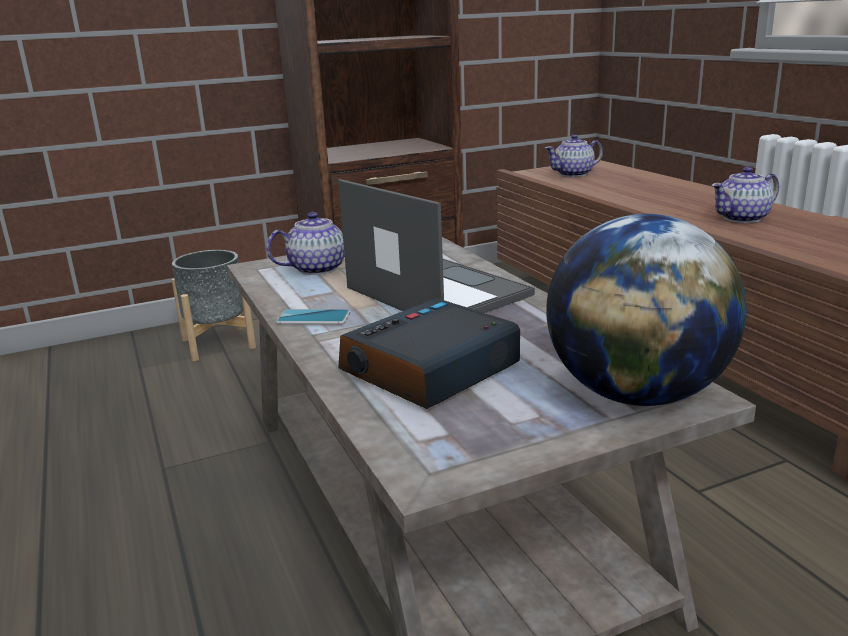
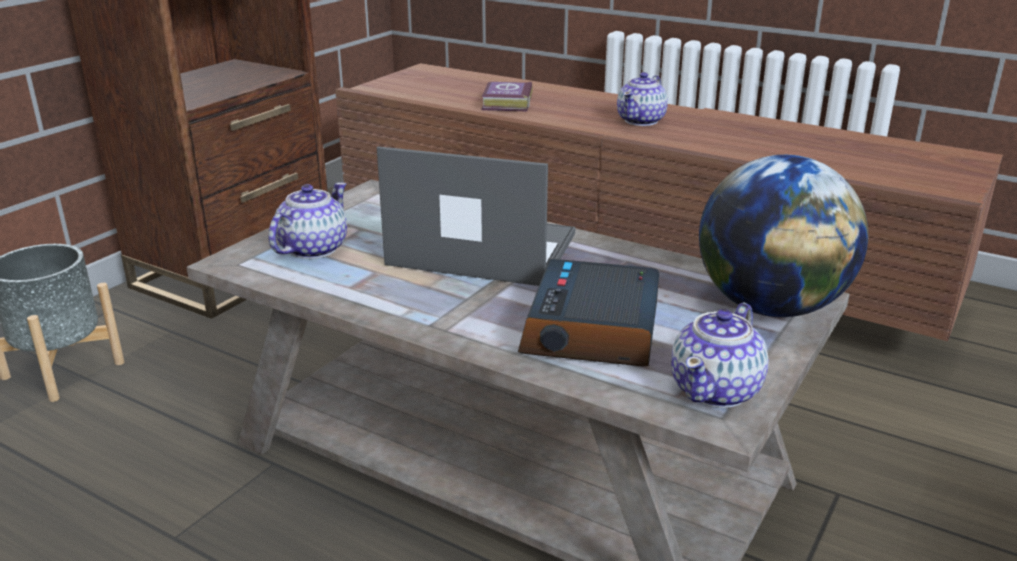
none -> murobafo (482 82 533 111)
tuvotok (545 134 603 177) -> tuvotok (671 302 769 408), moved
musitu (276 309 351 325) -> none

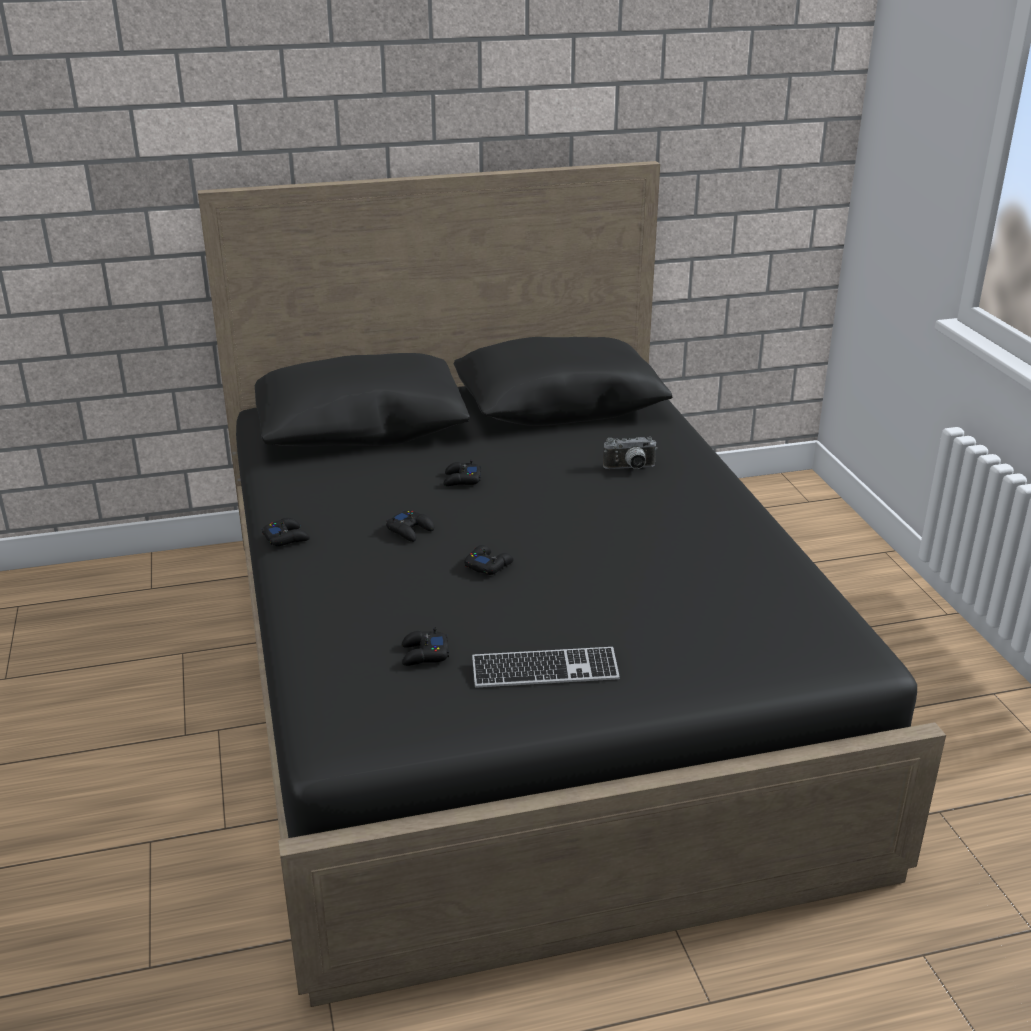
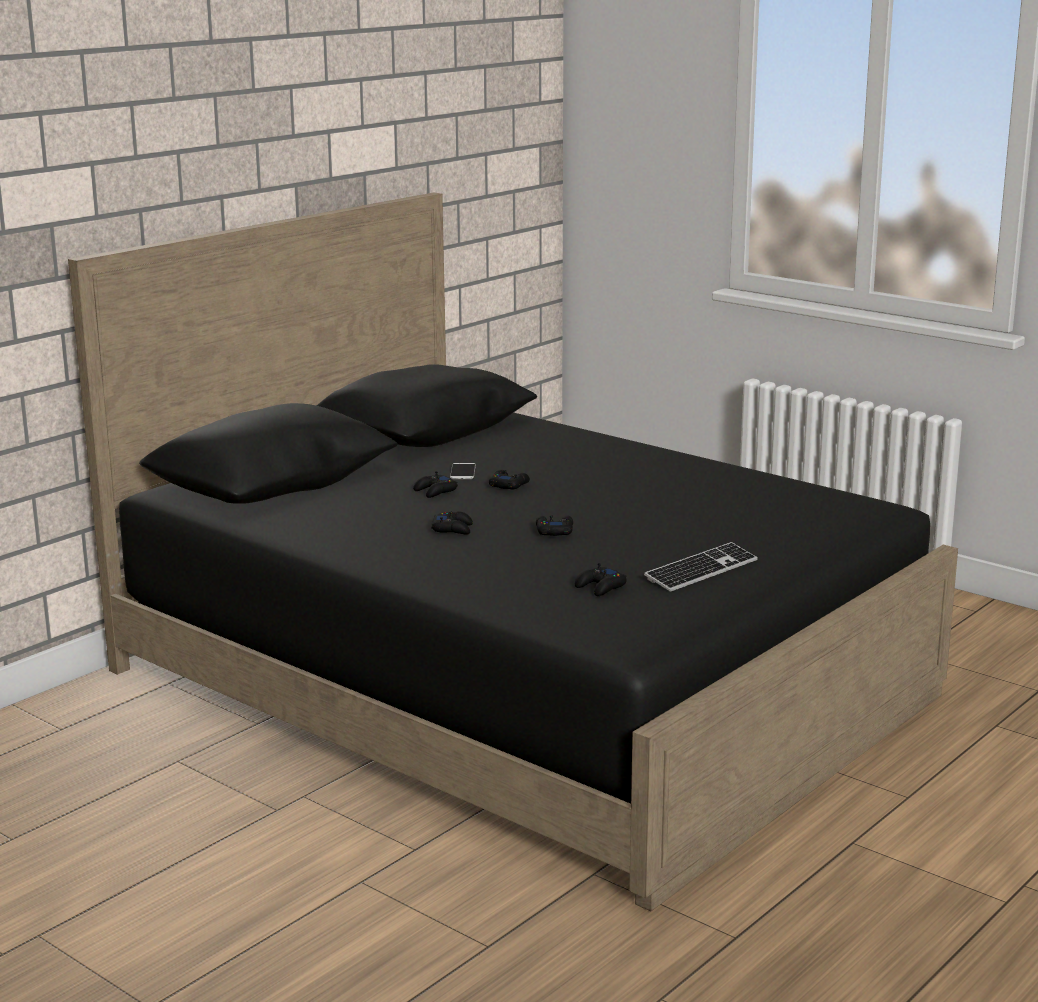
none -> musitu (450 463 476 479)
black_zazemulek (262 518 310 546) -> black_zazemulek (489 470 530 489), moved
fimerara (603 437 658 469) -> none

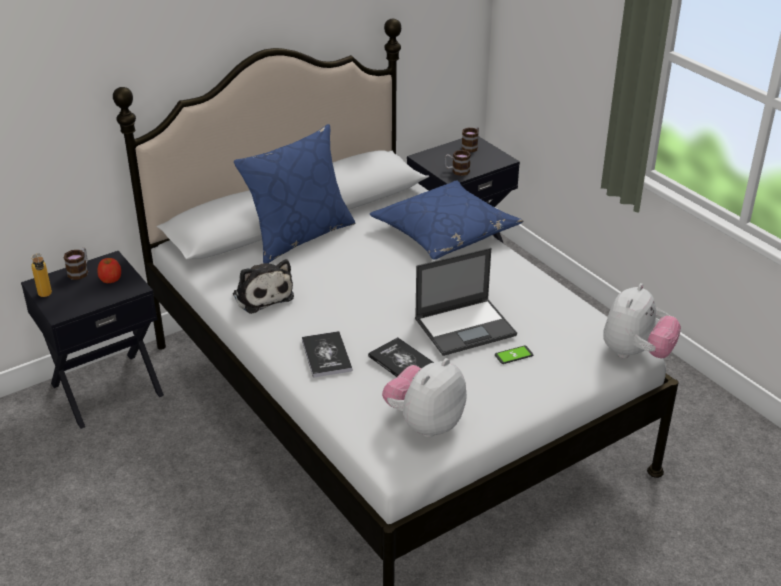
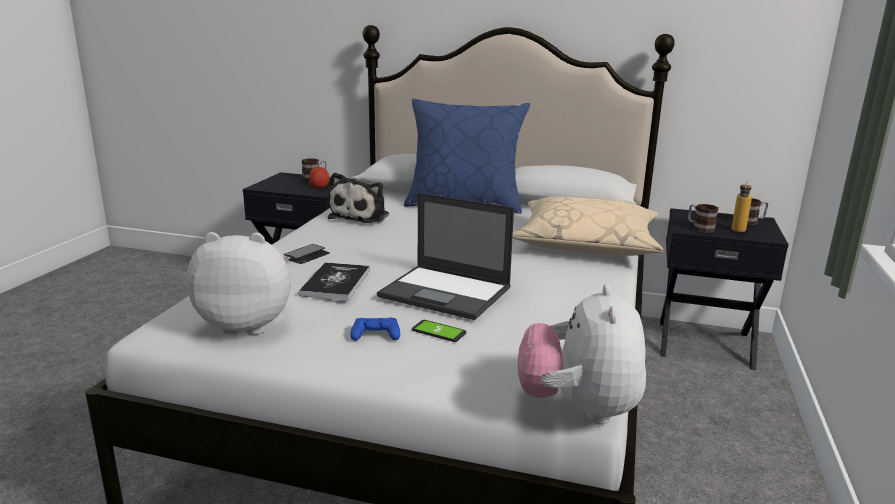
murobafo (302 331 353 378) -> musitu (284 244 330 264)
none -> blue_zazemulek (350 318 400 341)
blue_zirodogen (370 180 524 260) -> beige_zirodogen (513 196 664 256)
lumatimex (603 283 681 358) -> lumatimex (518 284 646 424), 105 degrees clockwise
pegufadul (31 253 52 297) -> pegufadul (731 180 752 232), moved

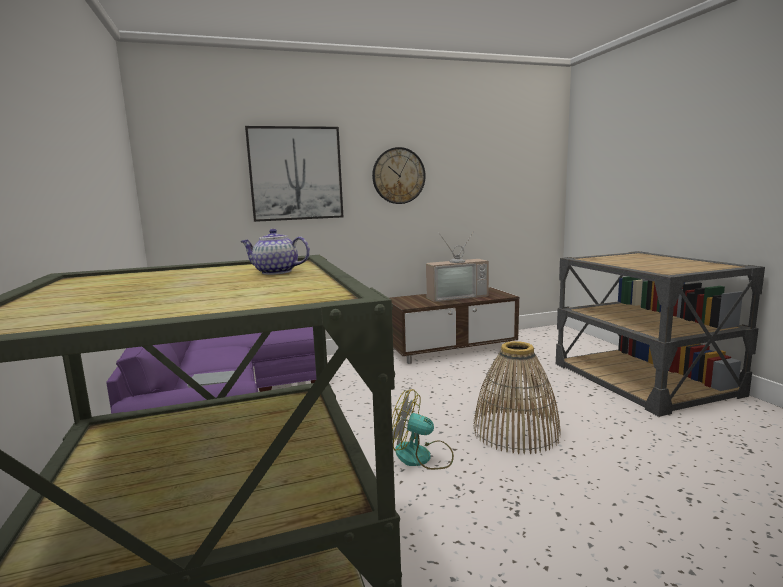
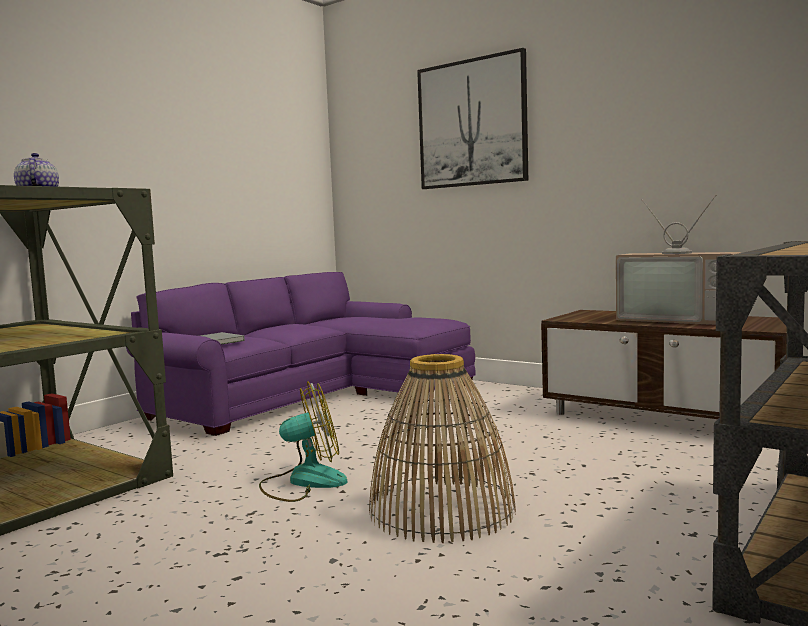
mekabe (392 389 454 470) -> mekabe (259 381 347 502), 90 degrees clockwise
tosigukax (372 147 425 204) -> none

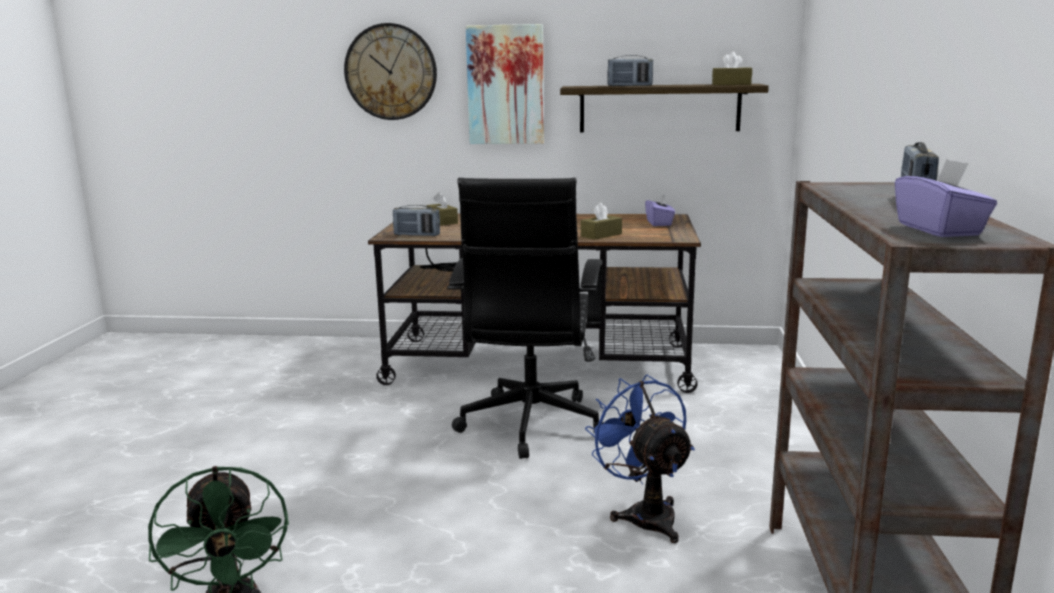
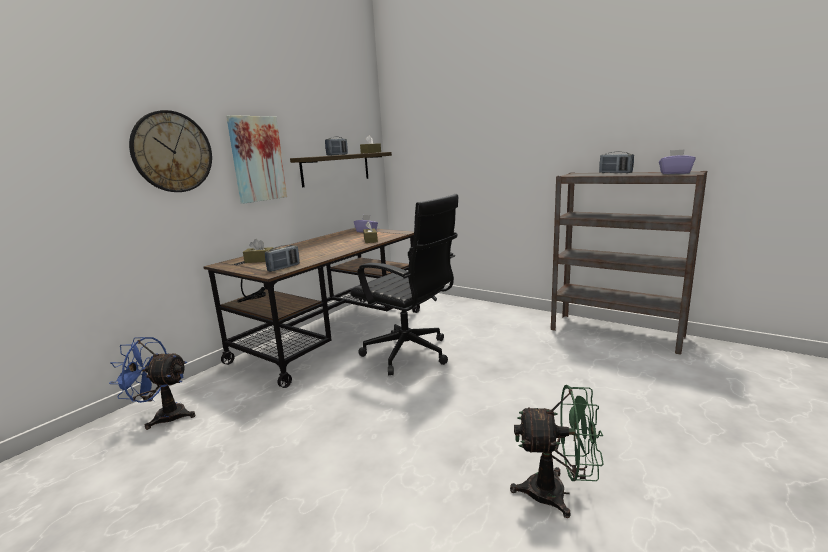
blue_mekabe (585 375 695 543) -> blue_mekabe (109 337 195 430), moved

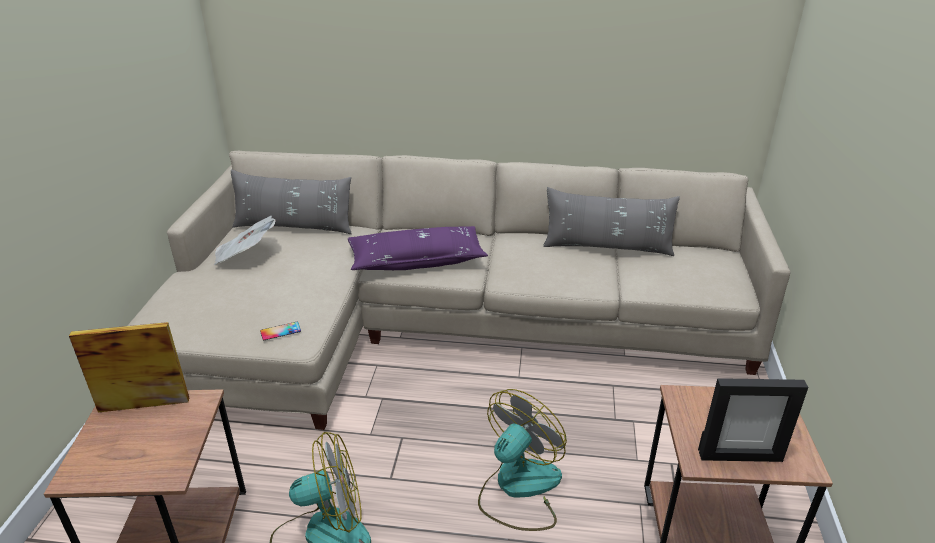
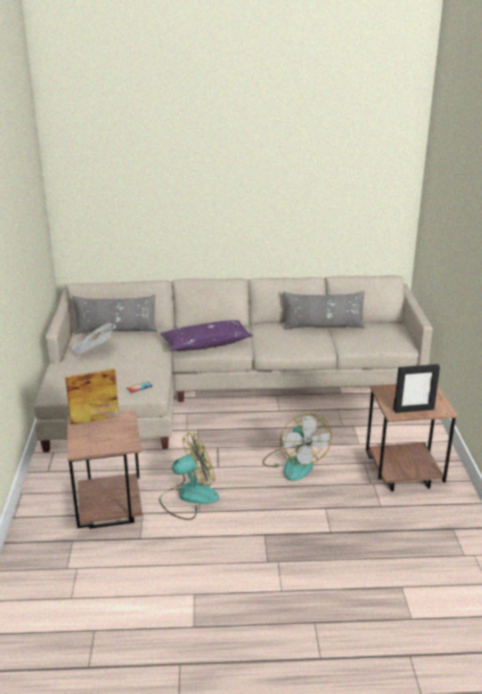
mekabe (478 389 567 531) -> mekabe (263 413 332 481), 135 degrees clockwise

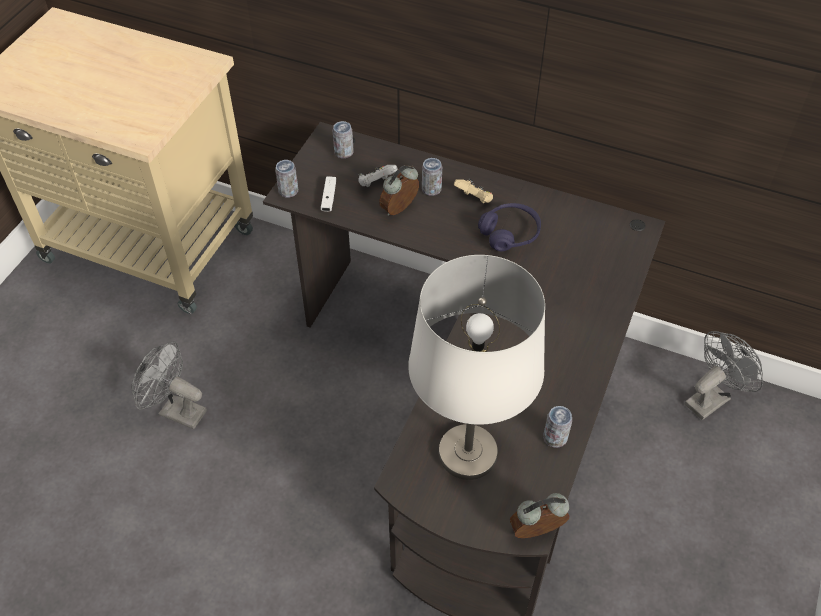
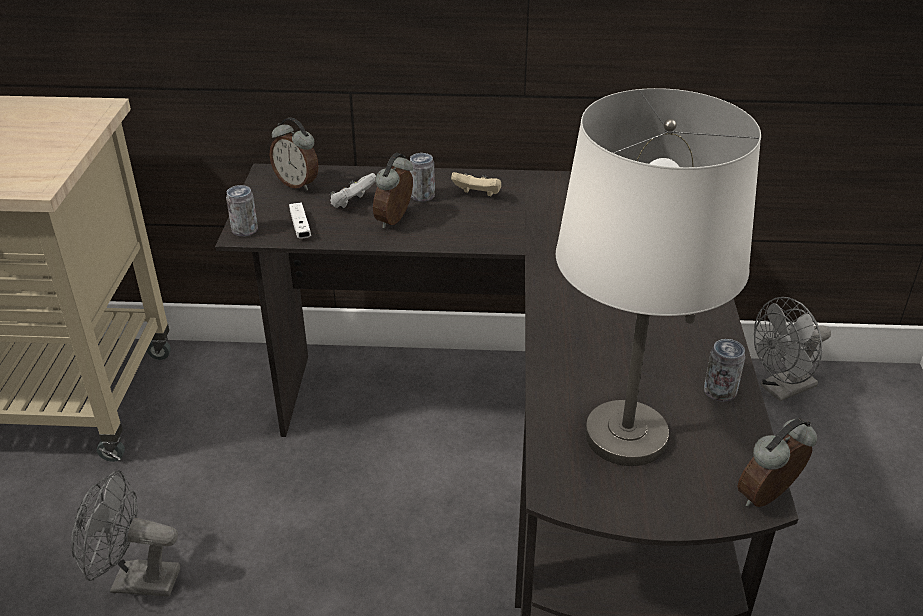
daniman (333 121 354 158) -> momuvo (269 118 319 191)
grey_mekabe (684 331 763 420) -> grey_mekabe (754 297 831 401), 150 degrees counterclockwise
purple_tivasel (478 203 541 251) -> none

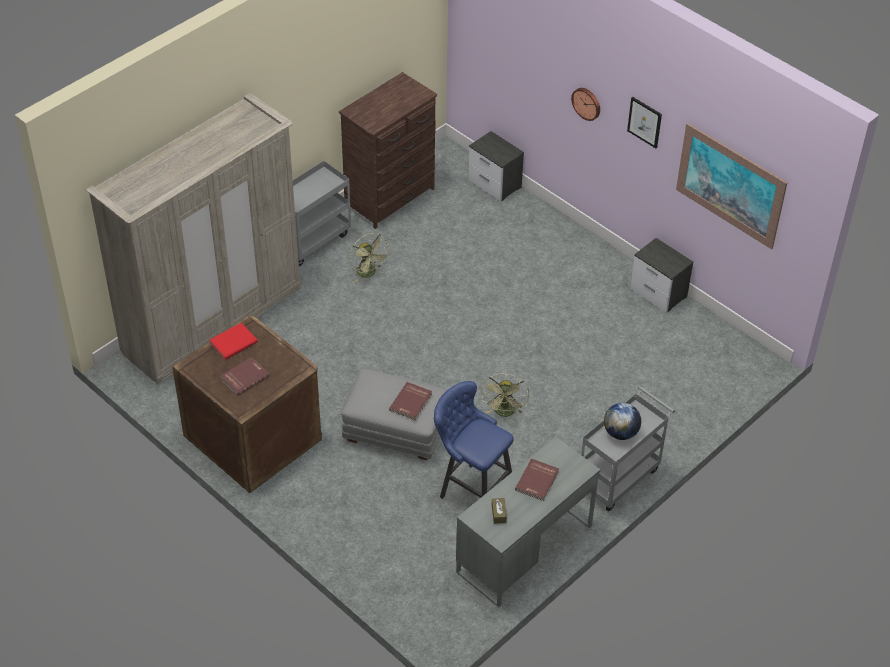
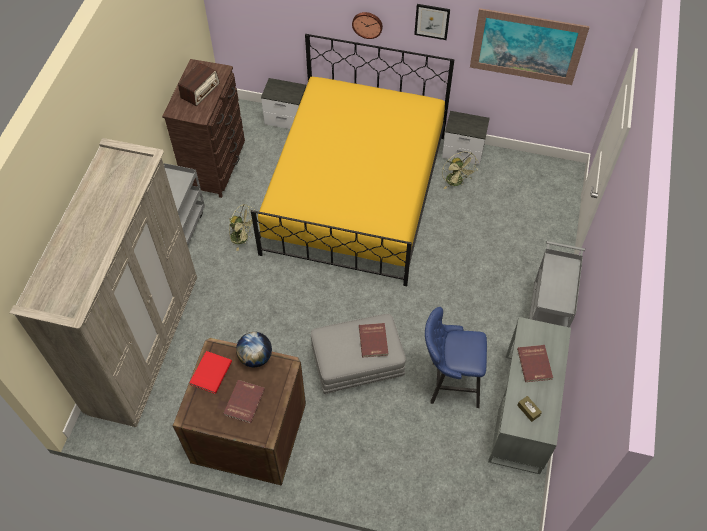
none -> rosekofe (178 63 220 106)
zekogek (604 403 641 440) -> zekogek (236 332 272 367), moved
none -> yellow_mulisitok (251 34 455 286)
green_mekabe (481 374 529 417) -> green_mekabe (442 152 478 189), moved

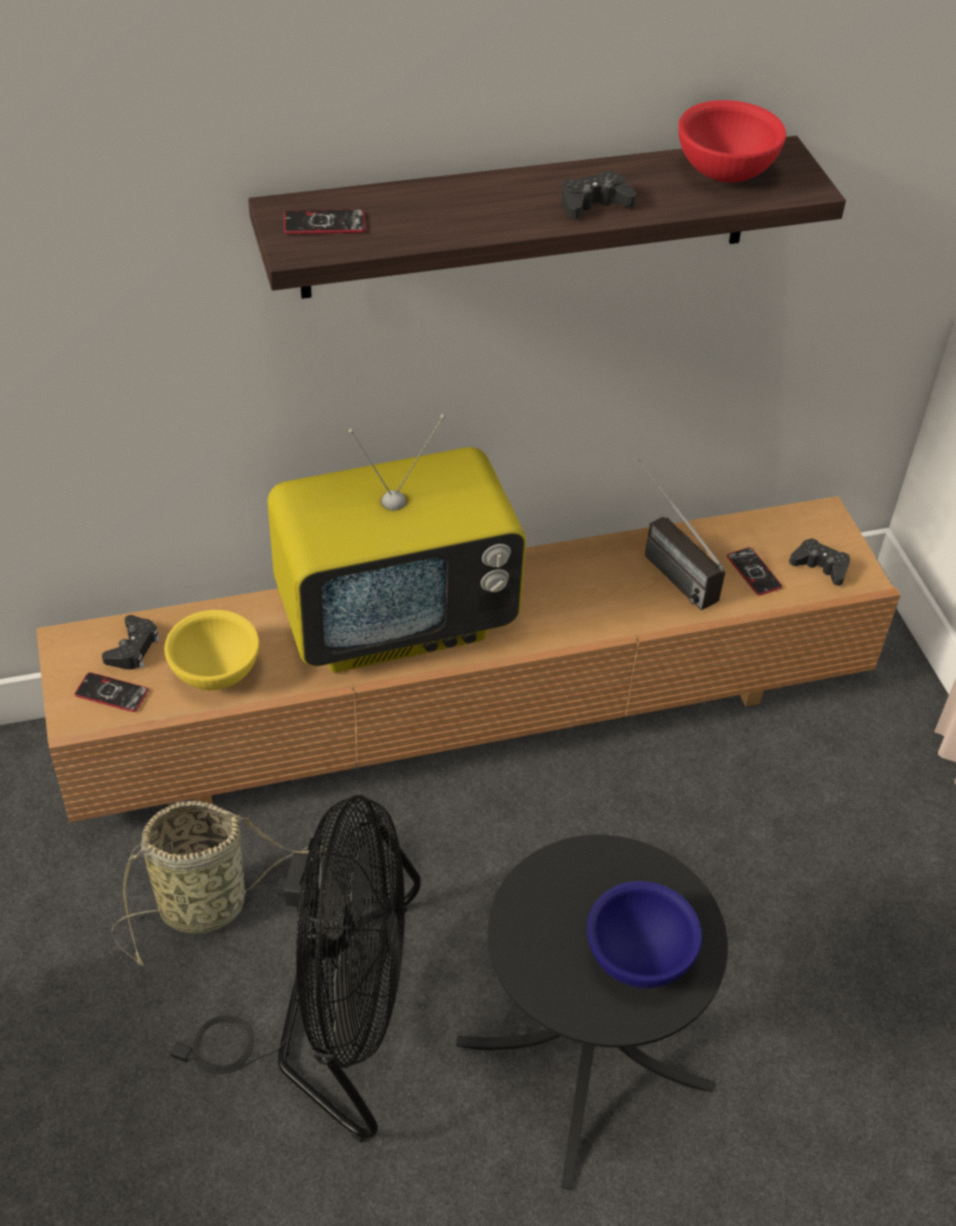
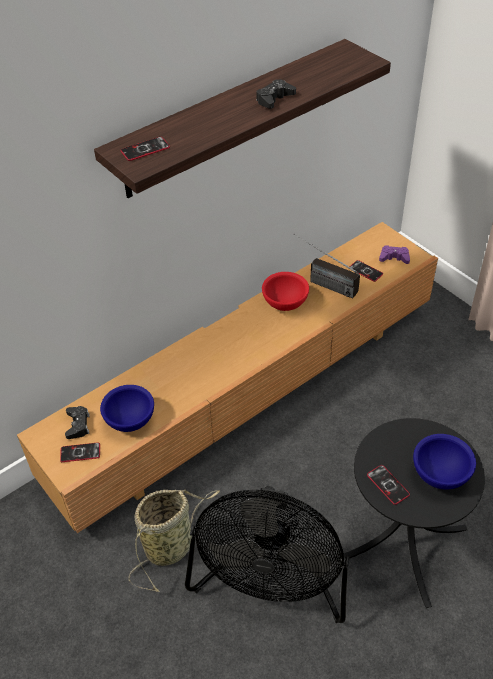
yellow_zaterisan (164 610 259 690) -> blue_zaterisan (100 385 154 432)
black_mekabe (167 795 421 1143) -> black_mekabe (185 486 350 623), 120 degrees clockwise
red_zaterisan (678 100 786 182) -> red_zaterisan (262 272 309 311), moved
none -> musitu (367 465 410 505)
black_zazemulek (789 538 850 586) -> purple_zazemulek (379 245 410 264)
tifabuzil (267 414 526 673) -> none

